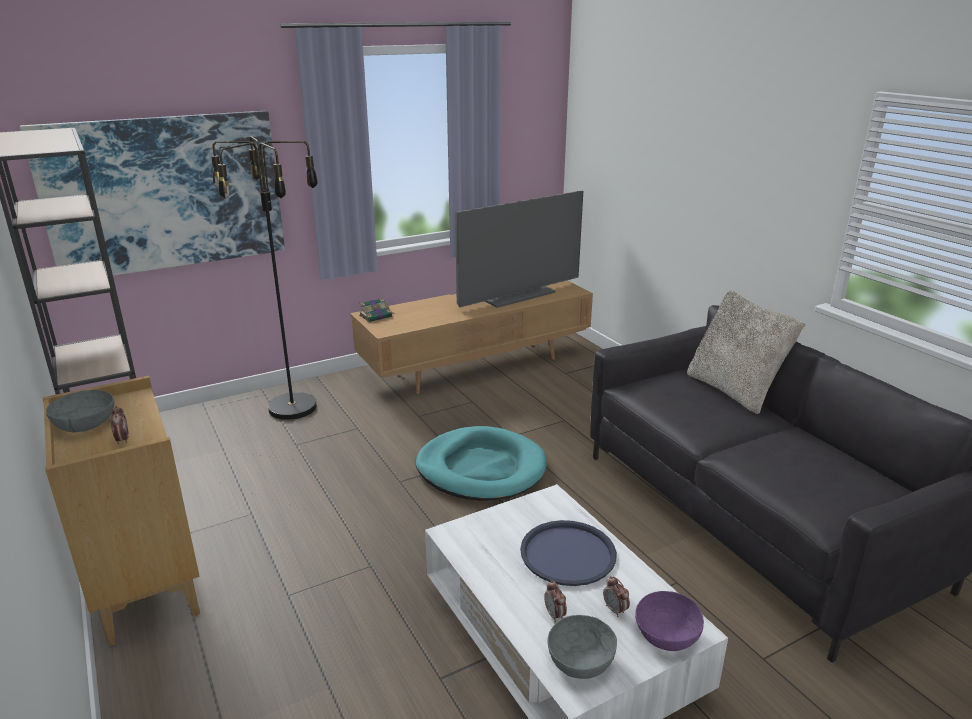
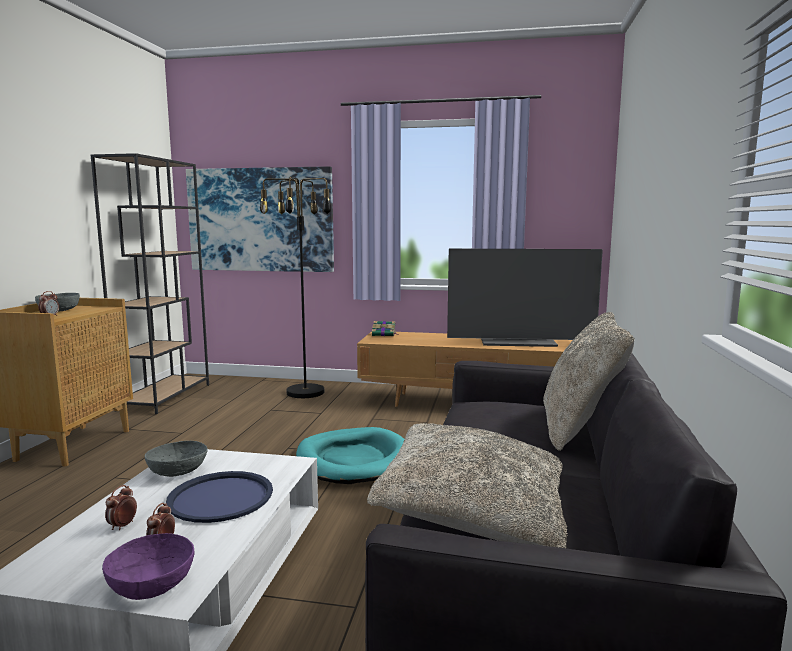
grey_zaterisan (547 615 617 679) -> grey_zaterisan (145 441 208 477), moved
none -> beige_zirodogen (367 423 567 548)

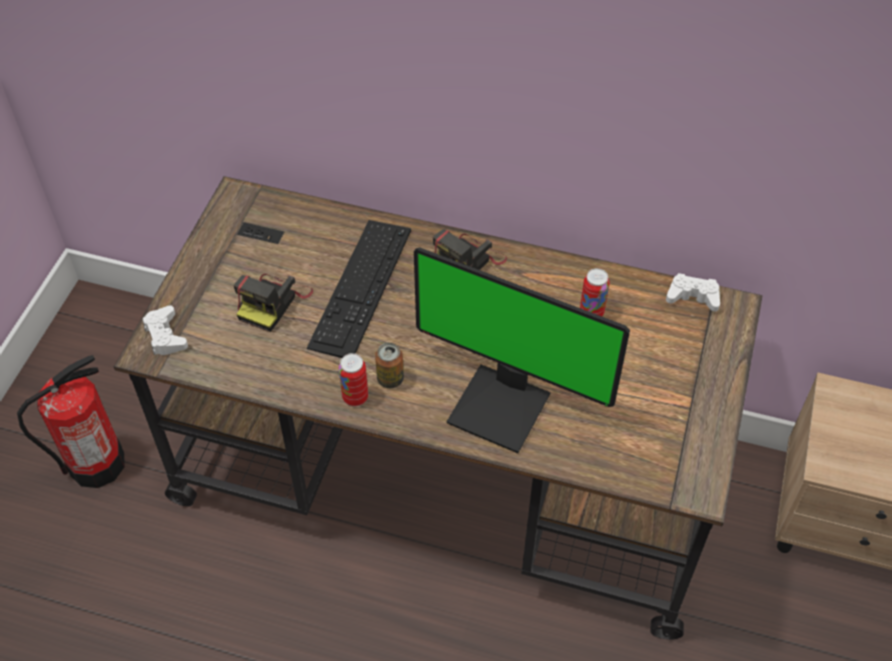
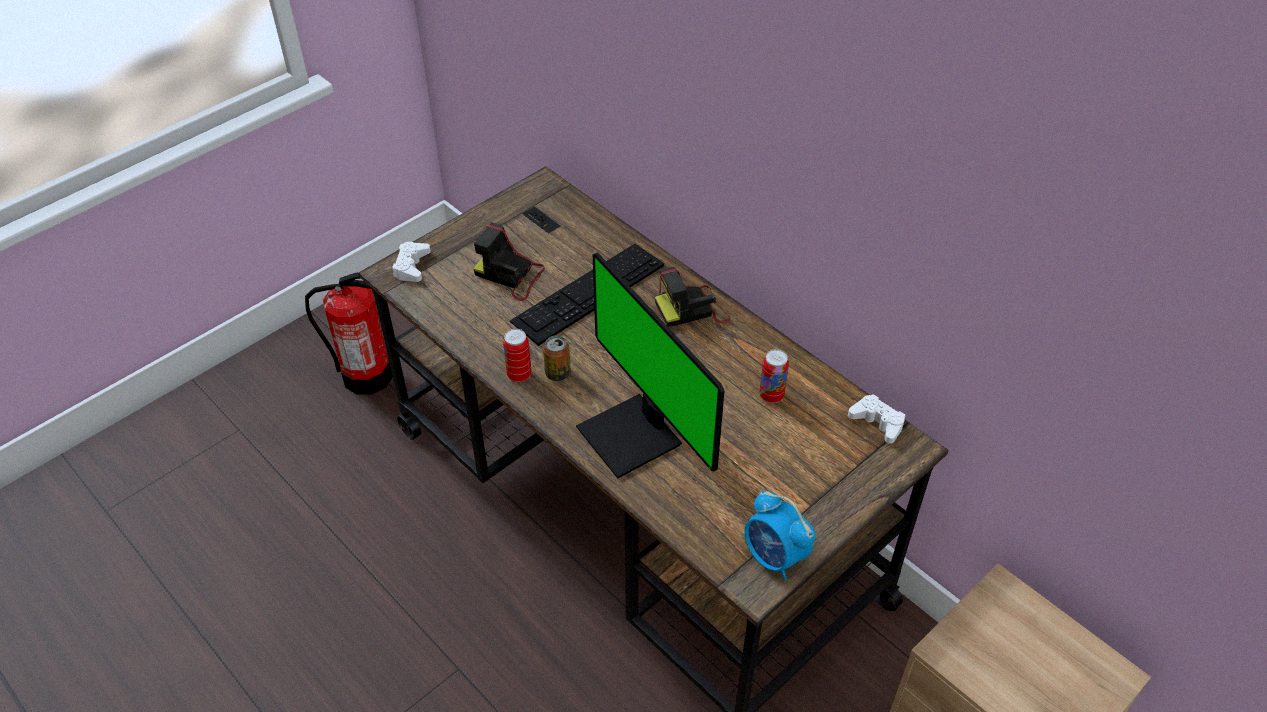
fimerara (233 274 313 332) -> fimerara (473 222 545 301), 60 degrees clockwise
none -> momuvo (744 490 815 580)

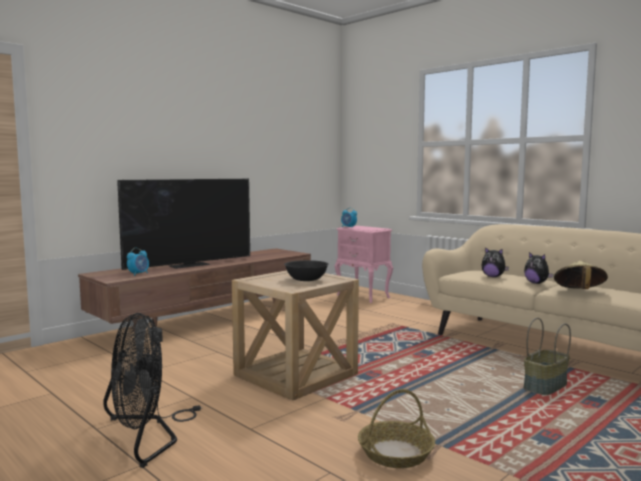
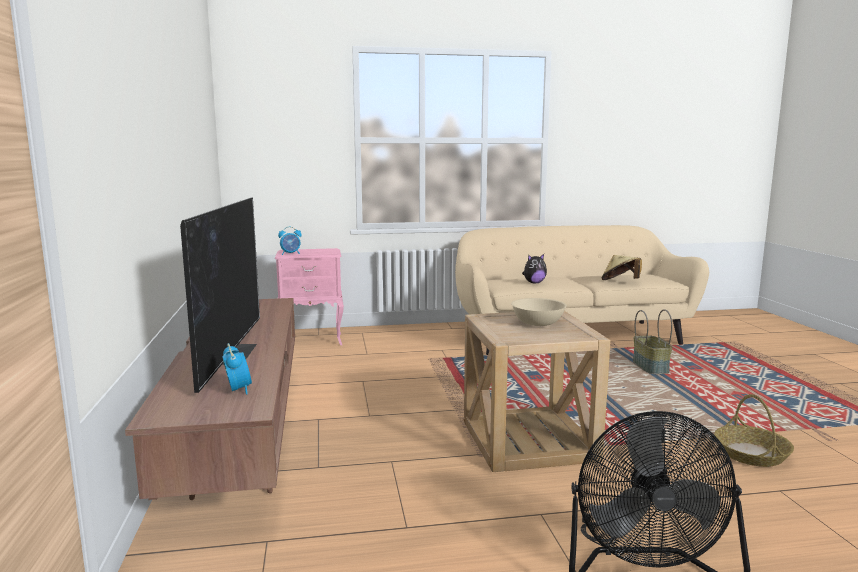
black_zaterisan (284 260 329 281) -> beige_zaterisan (511 298 567 326)
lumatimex (524 252 554 284) -> none

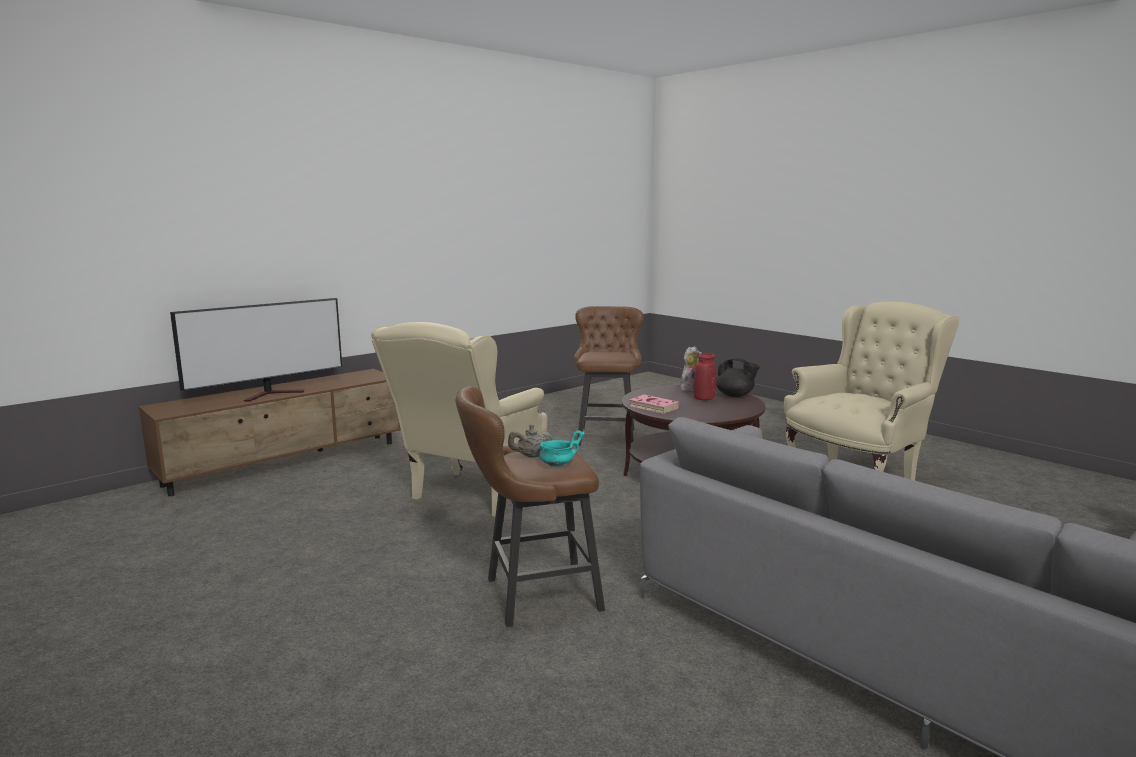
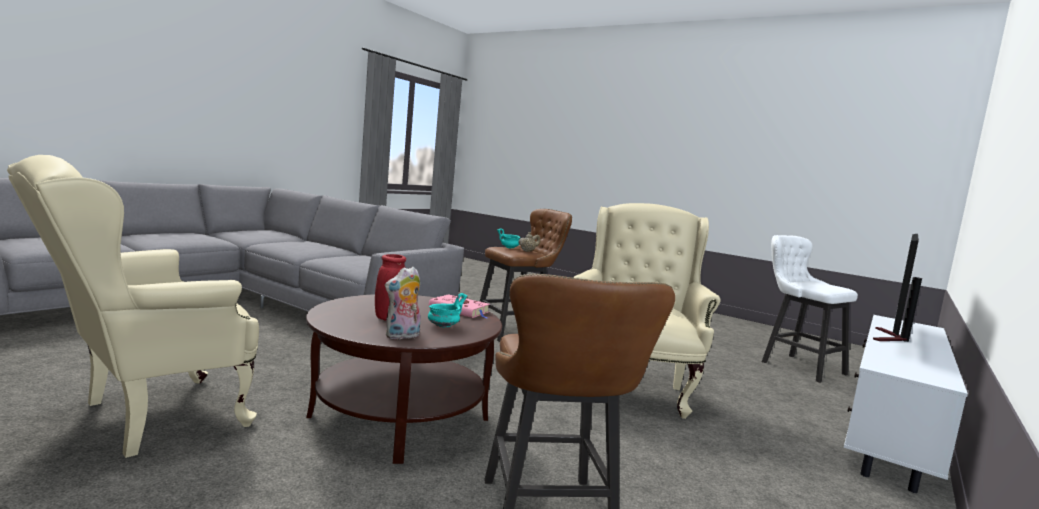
none -> turquoise_zaterisan (428 293 467 327)
none -> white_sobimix (762 235 858 383)
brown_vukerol (138 369 401 496) -> white_vukerol (844 315 968 493)
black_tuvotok (716 358 760 397) -> none

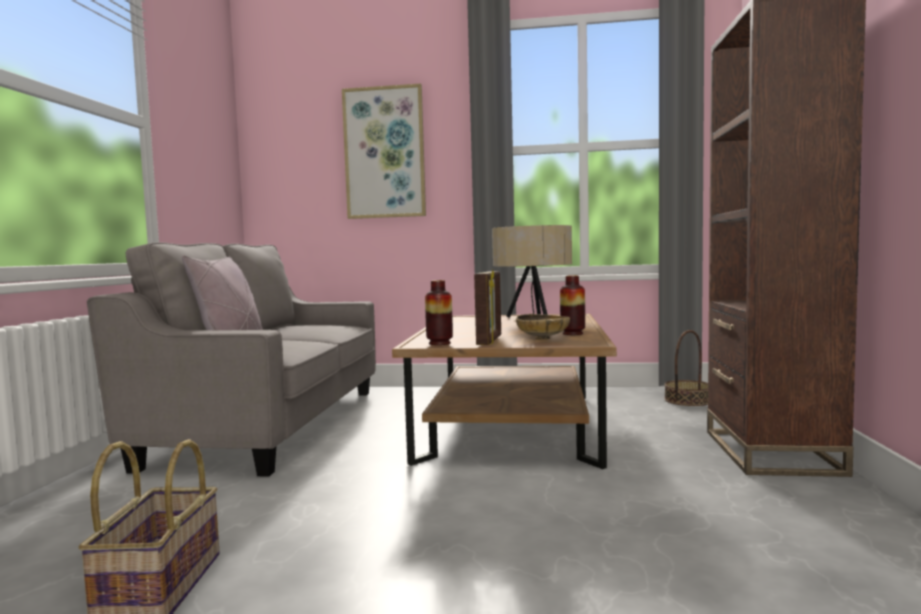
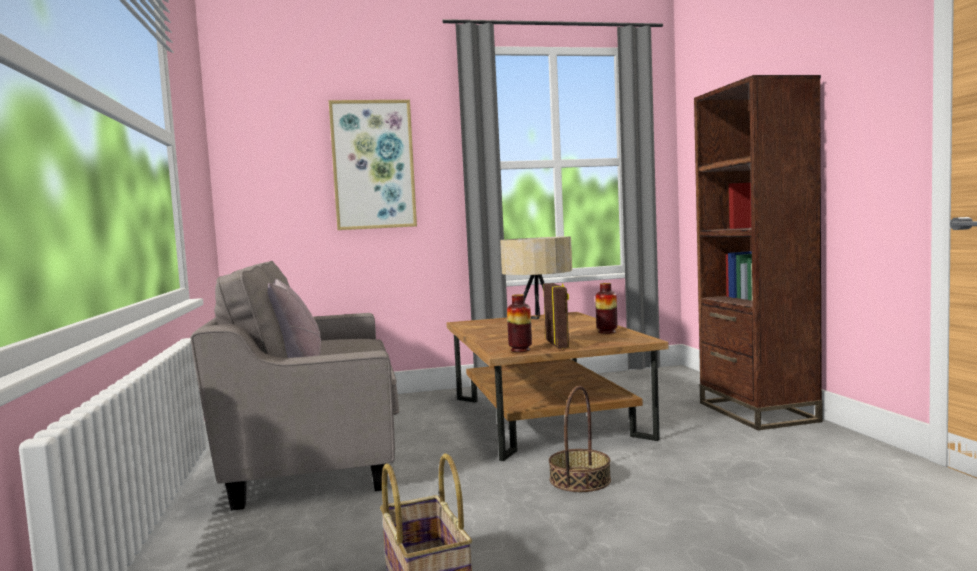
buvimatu (664 330 708 406) -> buvimatu (549 386 611 492), moved
beige_zaterisan (516 314 570 340) -> none

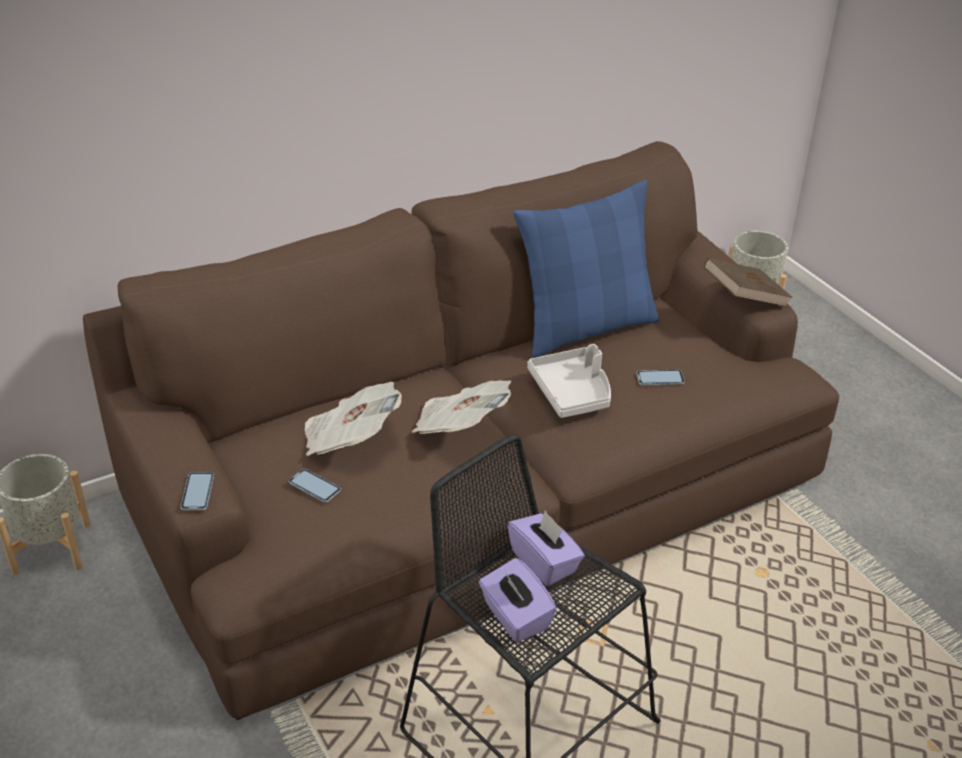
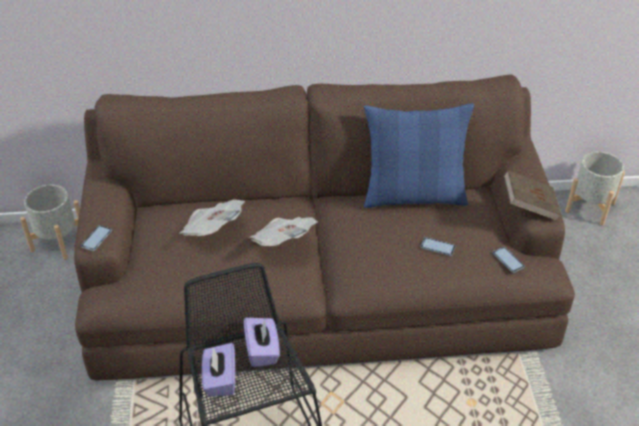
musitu (289 469 341 503) -> musitu (493 247 525 273), moved
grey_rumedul (527 344 611 418) -> none

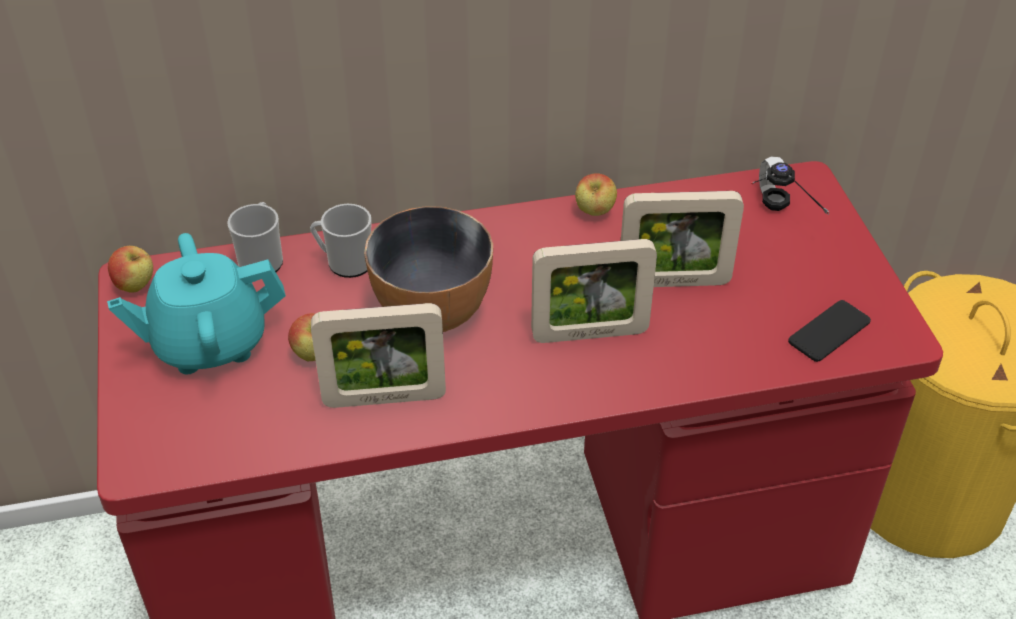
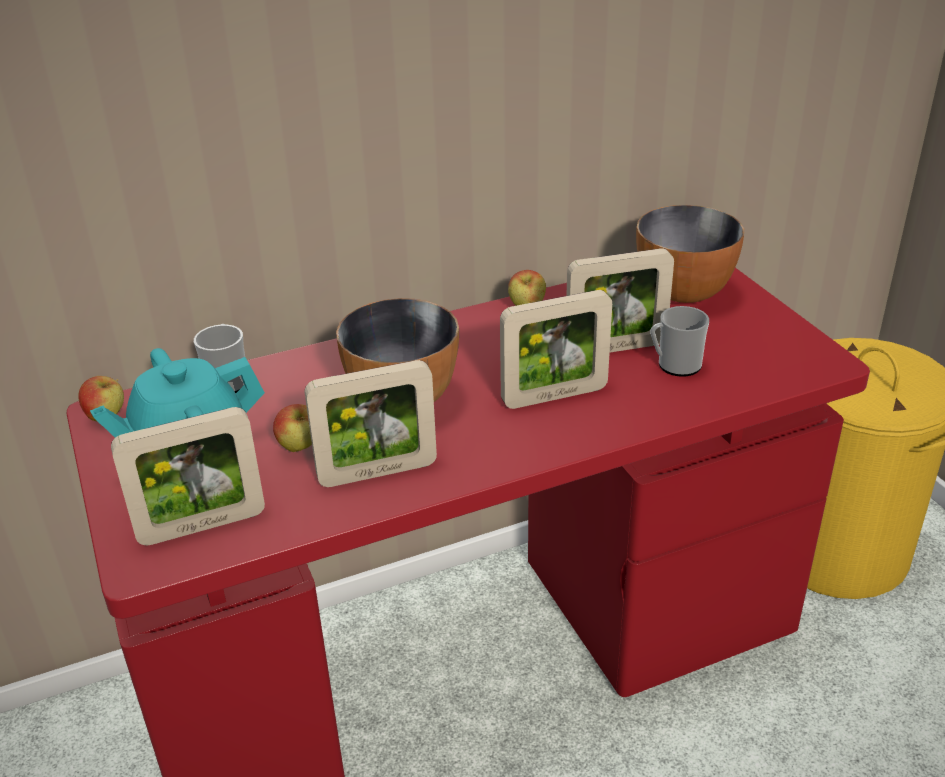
none -> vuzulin (111 407 265 545)
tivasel (751 156 829 215) -> zaterisan (636 205 744 303)
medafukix (310 204 371 278) -> medafukix (650 306 709 377), moved
musitu (788 300 871 362) -> none

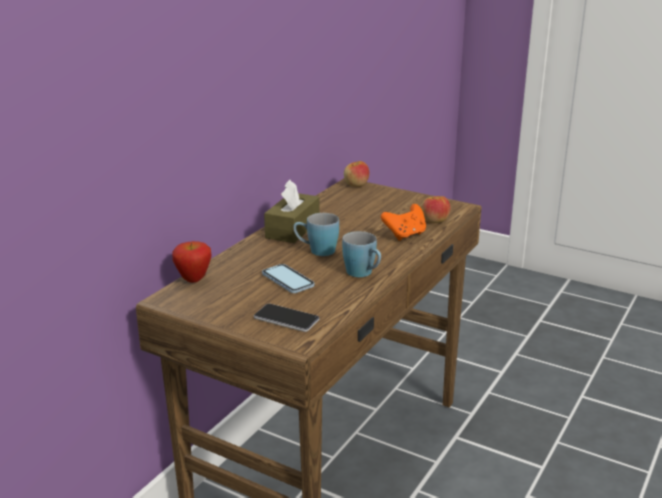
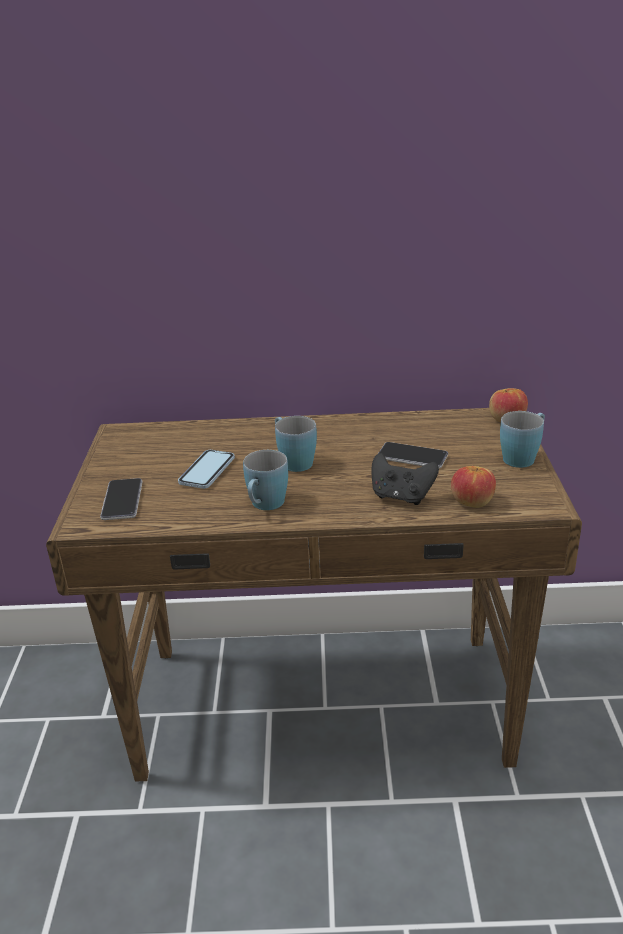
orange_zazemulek (381 204 426 241) -> black_zazemulek (372 453 439 505)
none -> musitu (378 442 448 468)
none -> blue_medafukix (500 411 545 468)
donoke (172 241 211 283) -> none
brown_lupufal (264 180 320 243) -> none

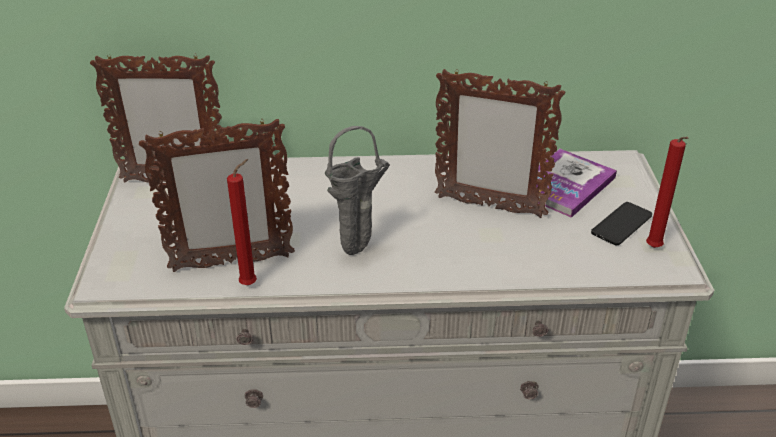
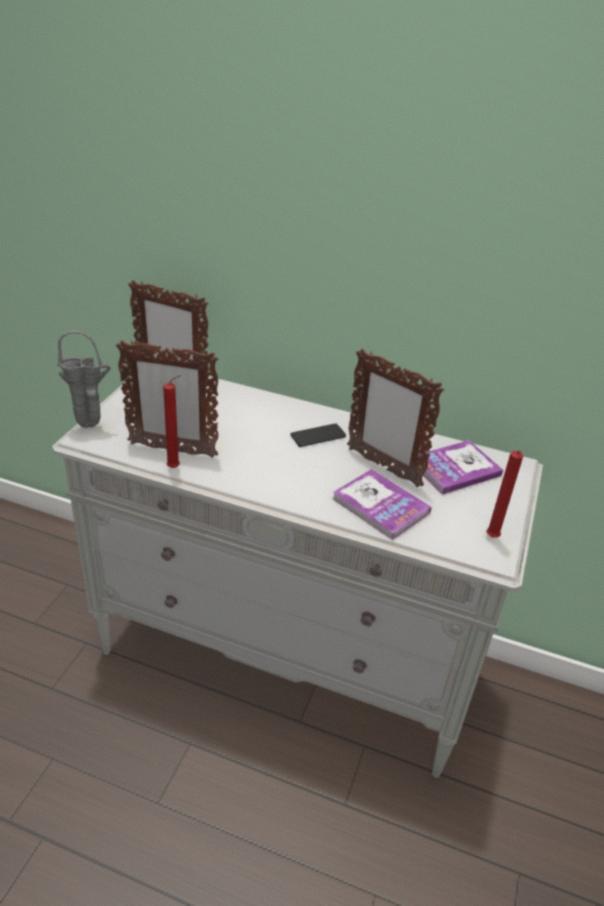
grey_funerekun (325 126 390 255) -> grey_funerekun (57 331 111 428), moved
musitu (591 202 652 246) -> musitu (291 424 346 447), moved
none -> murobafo (332 469 432 540)

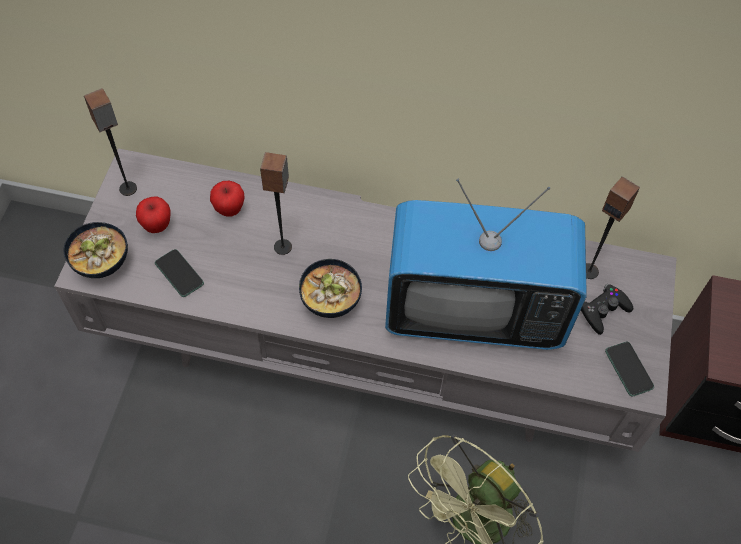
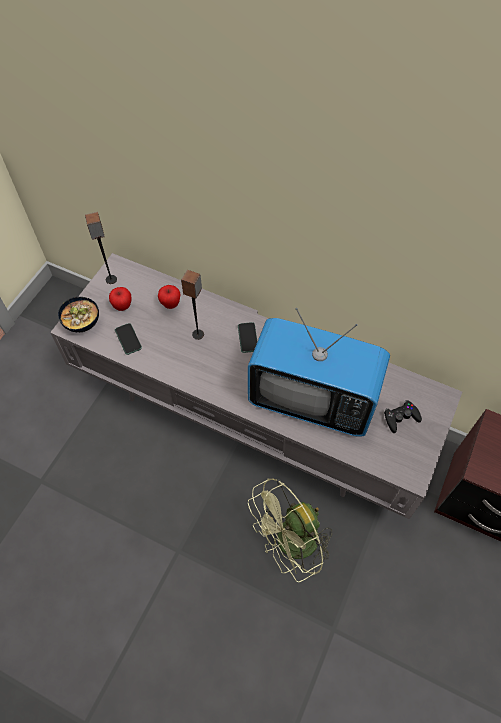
musitu (605 342 654 396) -> musitu (238 322 257 353), moved
zaterisan (299 259 362 318) -> none
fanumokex (586 176 640 279) -> none

